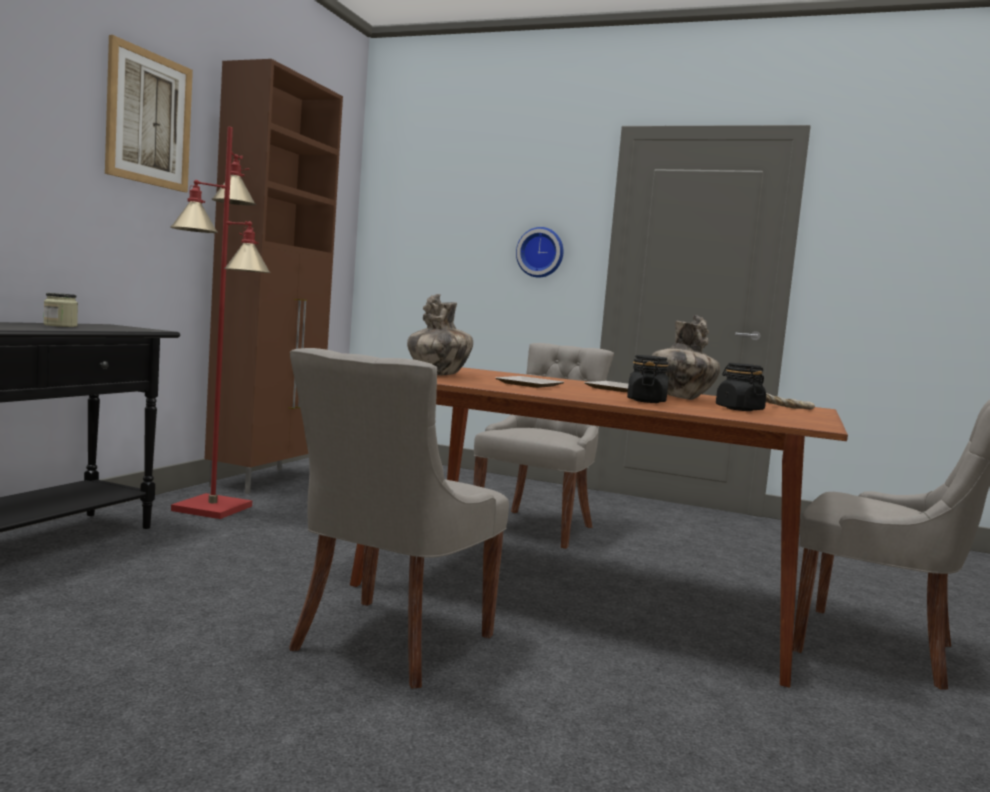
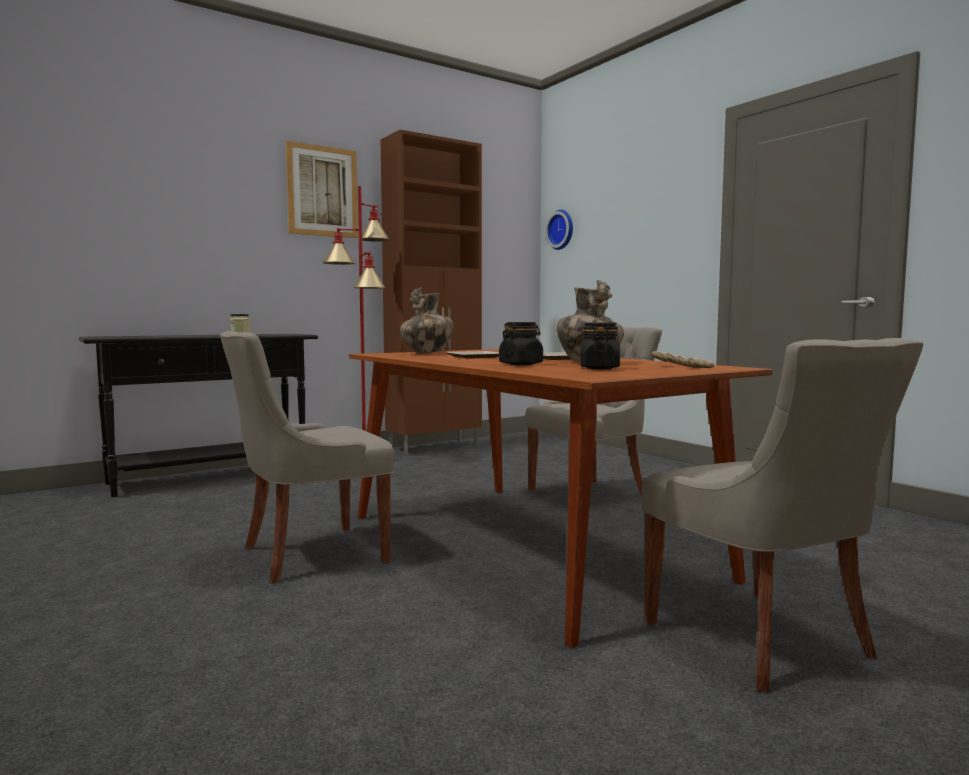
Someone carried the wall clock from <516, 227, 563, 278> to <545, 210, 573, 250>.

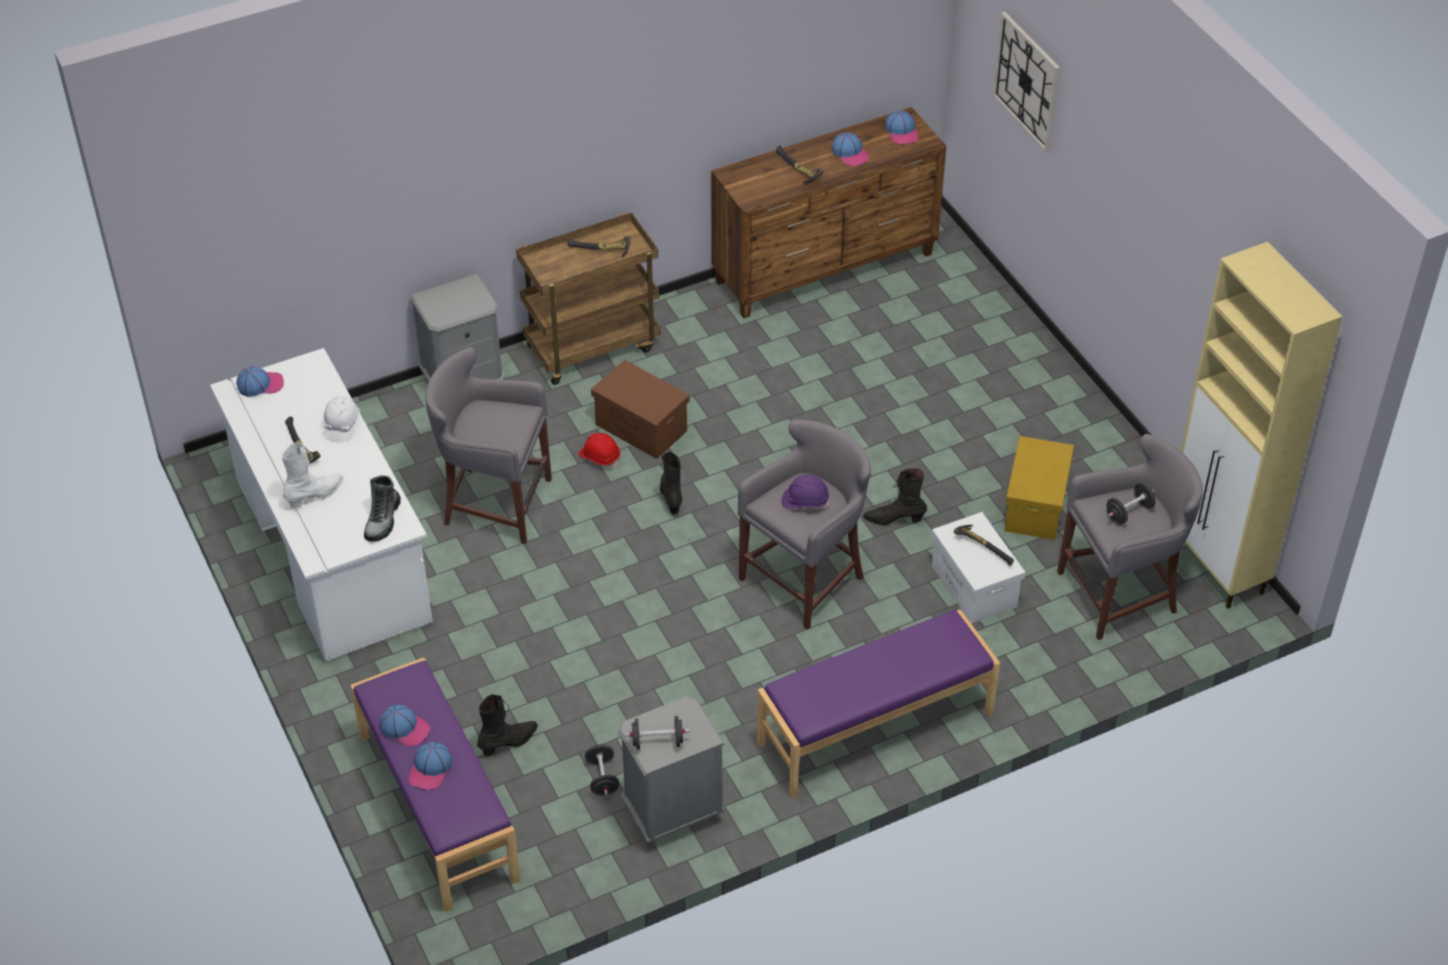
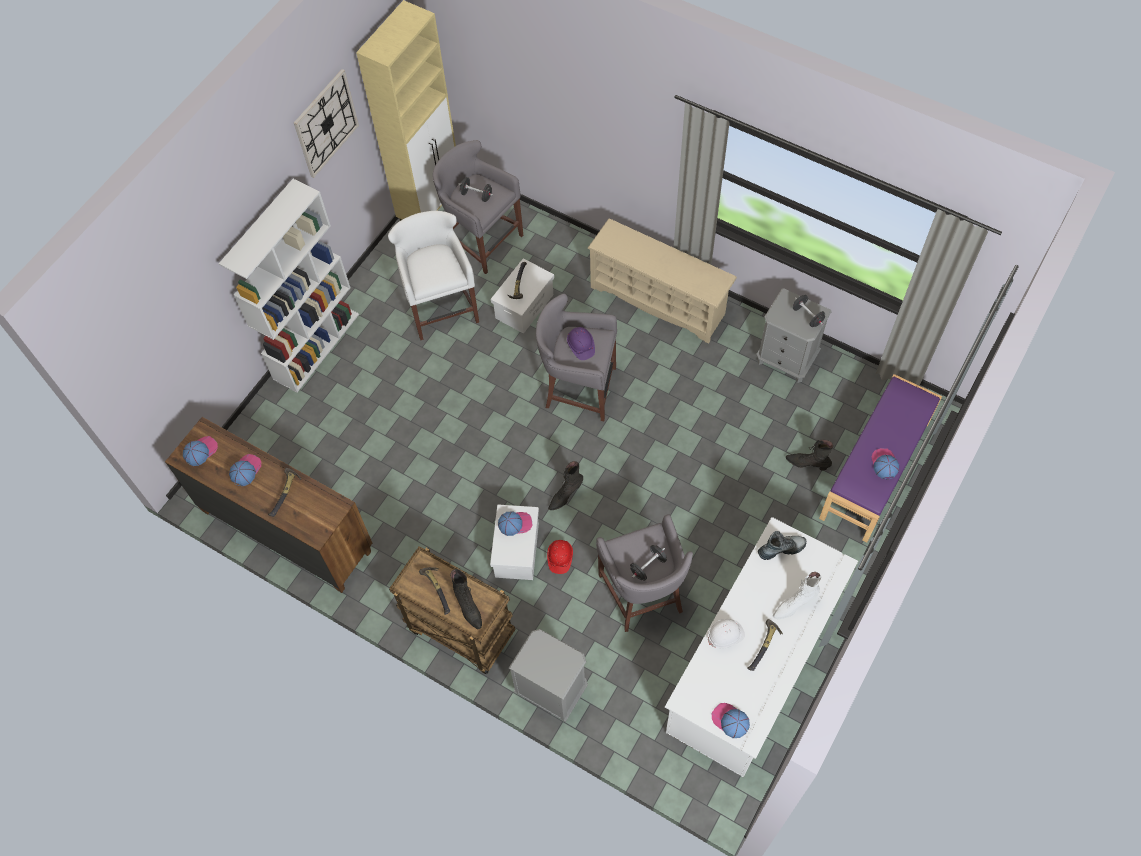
Someone rotated the boot (white) at <282, 443, 343, 509> by 45 degrees counterclockwise. Someone carried the cap from <409, 742, 452, 790> to <498, 511, 532, 536>. Someone carried the dumbbell (black) from <585, 744, 620, 796> to <630, 545, 667, 581>. Someone repainted the storage box (brown) at <591, 360, 690, 459>, which became the storage box (white) at <490, 504, 539, 580>. Someone swapped the bench (purple) at <757, 609, 1000, 798> for the shoe rack (beige) at <587, 219, 737, 344>. Someone carried the boot (black) from <863, 468, 927, 525> to <450, 569, 482, 629>. Someone carried the wall clock from <992, 12, 1060, 152> to <294, 69, 359, 178>. Someone swapped the storage box (yellow) at <1004, 436, 1074, 540> for the stool (white) at <388, 211, 479, 340>. Someone put down the bookcase (white) at <219, 179, 359, 392>.

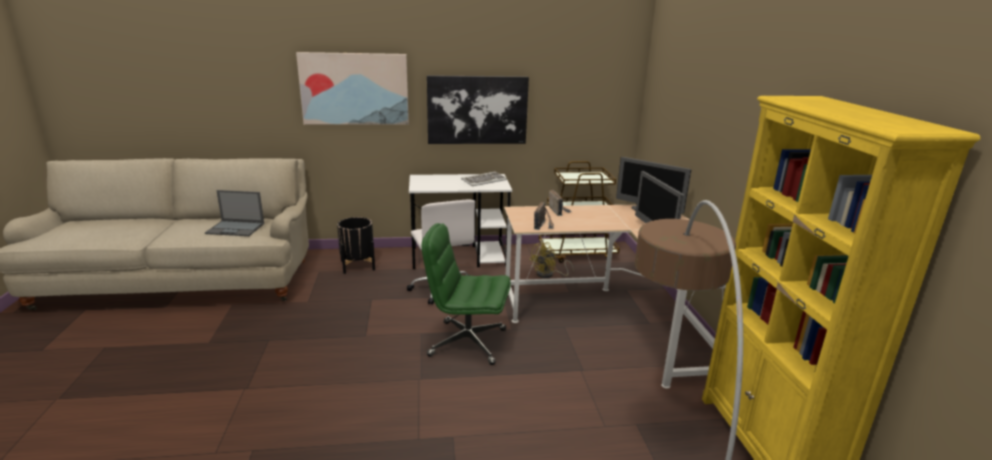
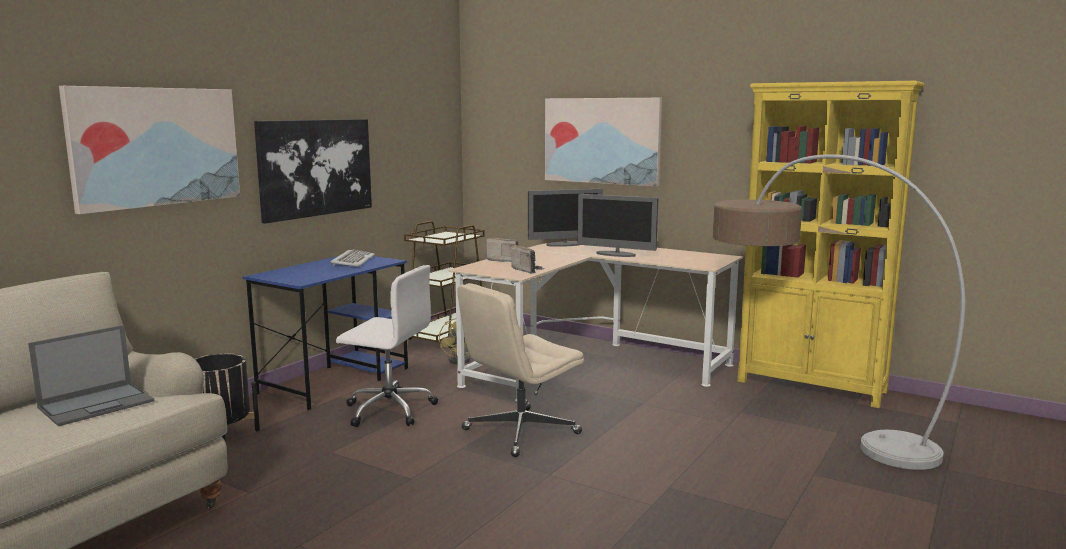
Someone repainted the desk (white) at <409, 174, 512, 269>, which became the desk (blue) at <243, 256, 408, 410>. Someone repainted the office chair (green) at <422, 223, 511, 365>, which became the office chair (beige) at <457, 283, 584, 457>. Someone put up the picture at <545, 98, 662, 187>.

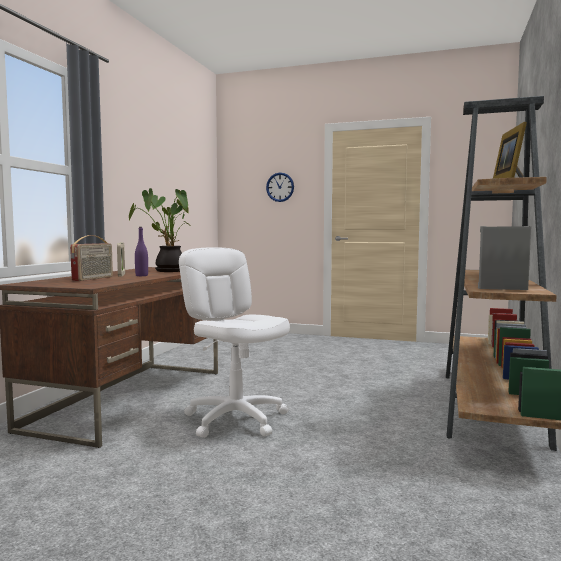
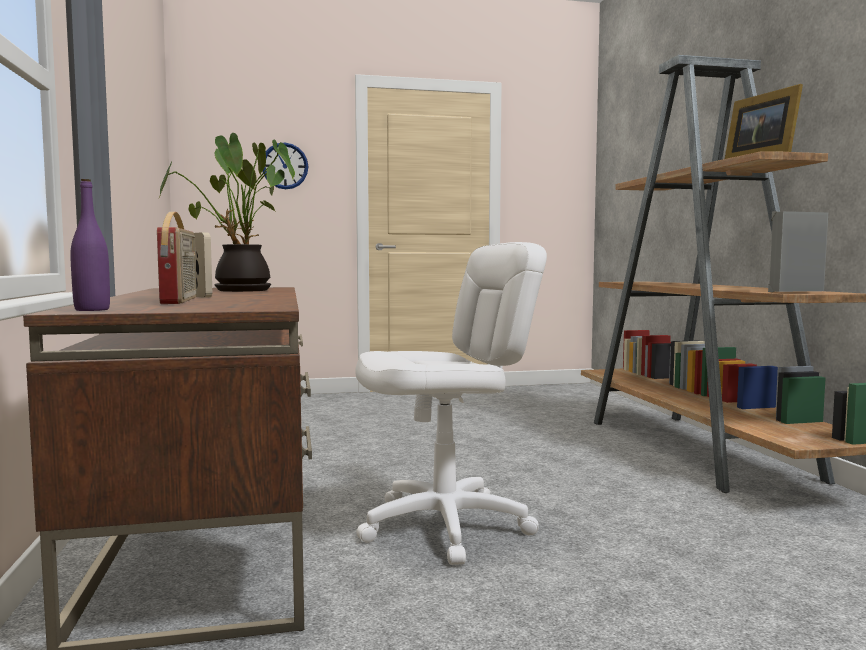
Someone carried the bottle (purple) from <135, 227, 148, 276> to <70, 179, 110, 311>. Someone rotated the office chair (white) at <179, 247, 290, 438> by 135 degrees clockwise.

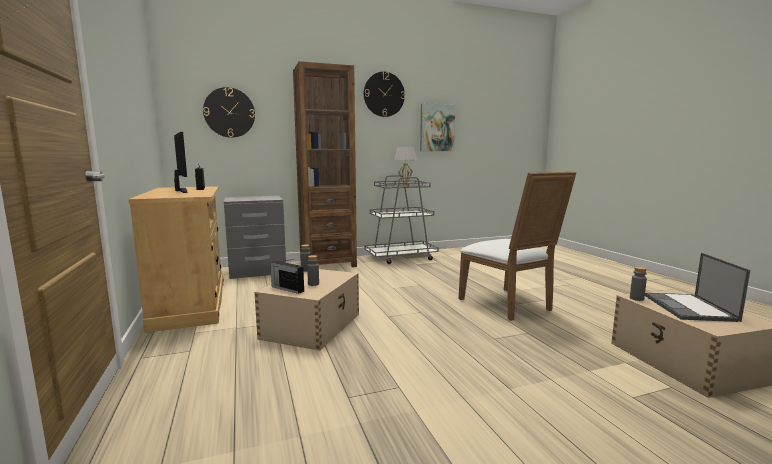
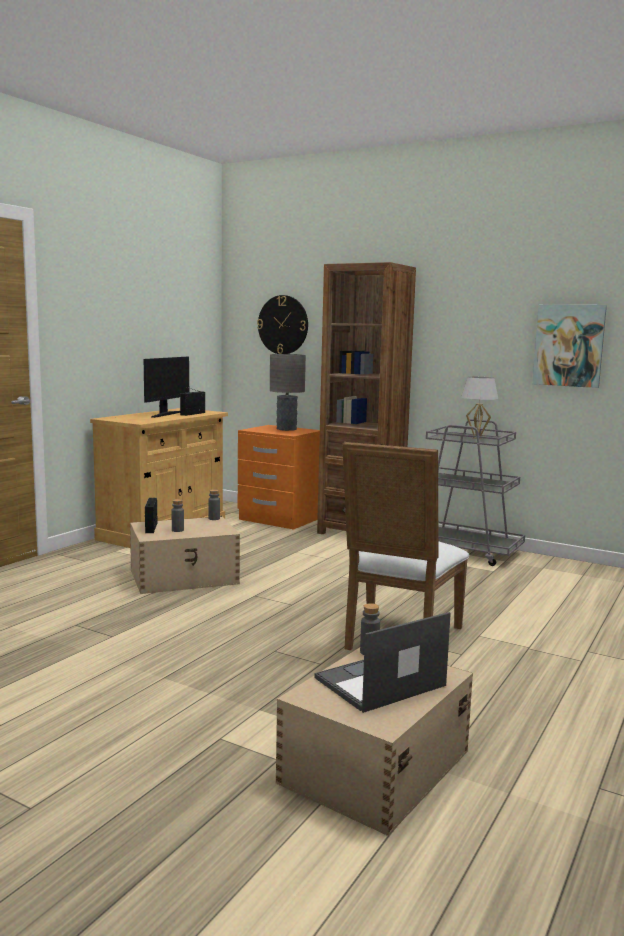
Someone repainted the nightstand (grey) at <224, 196, 286, 279>, which became the nightstand (orange) at <238, 425, 320, 530>. Someone took away the wall clock at <364, 72, 405, 117>. Someone put down the table lamp (grey) at <270, 354, 306, 431>.

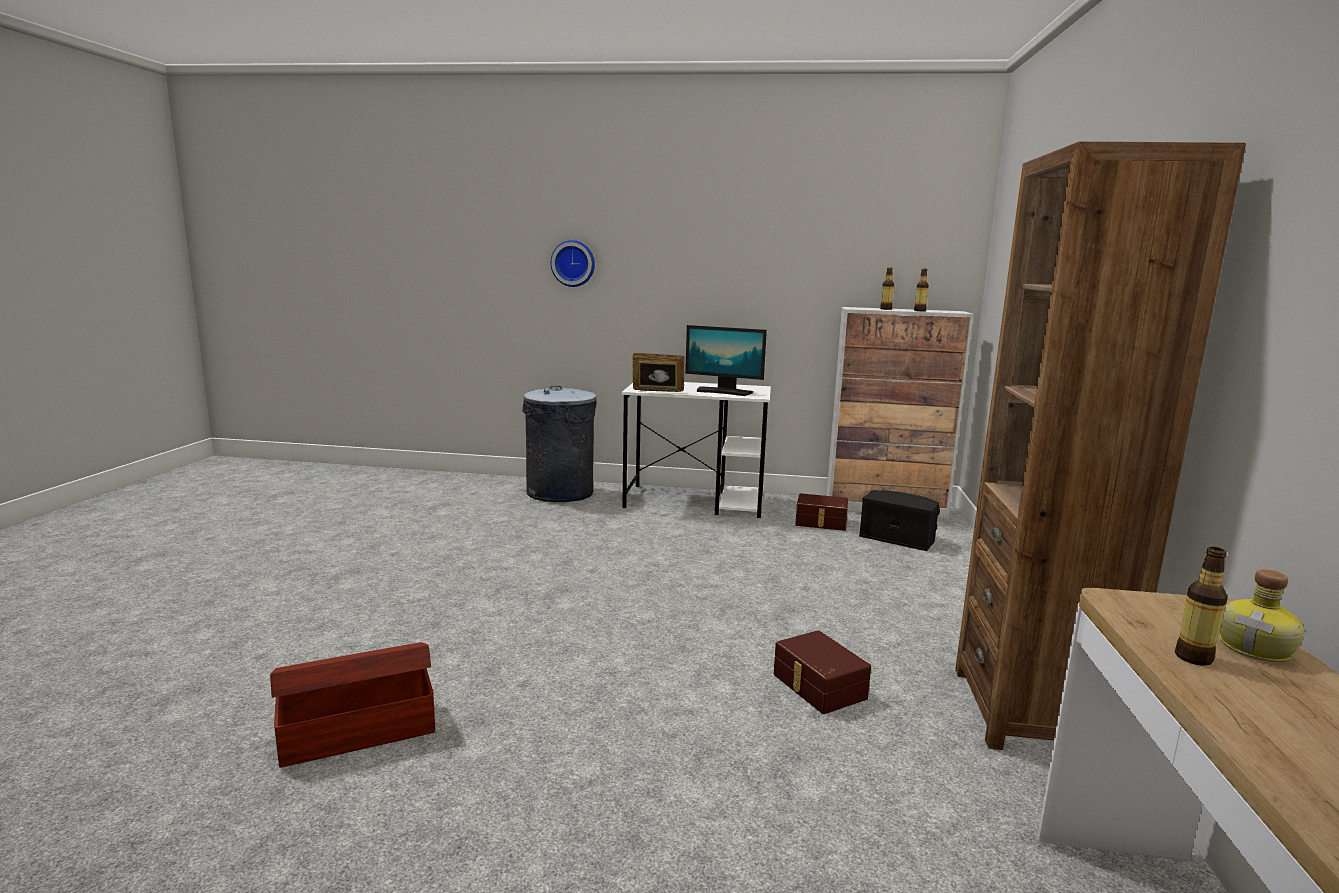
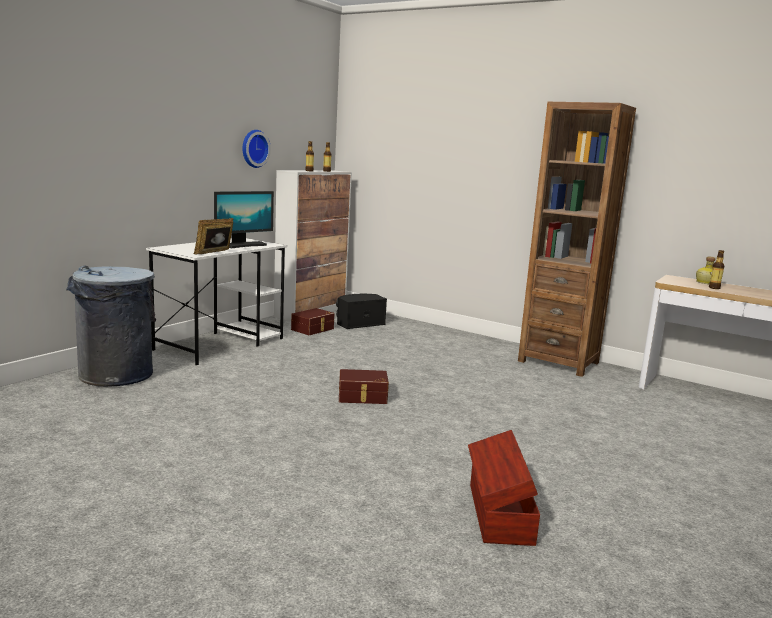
Someone carried the wall clock from <550, 240, 595, 287> to <242, 130, 271, 168>. Someone carried the storage box (brown) from <774, 630, 871, 714> to <339, 369, 389, 404>.

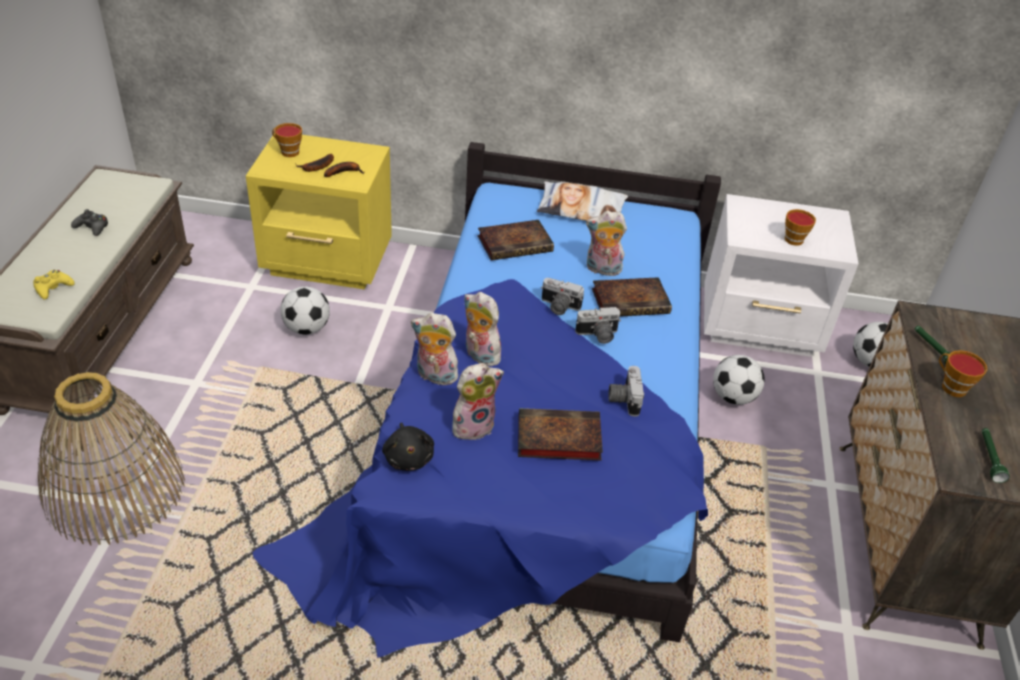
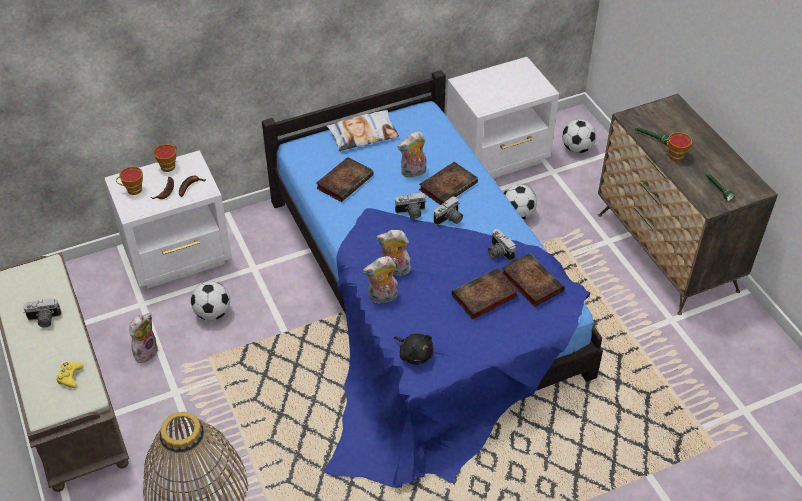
Someone swapped the game controller (black) at <71, 209, 108, 236> for the photo camera at <23, 298, 61, 328>. Someone repainted the nightstand (yellow) at <246, 133, 392, 289>, which became the nightstand (white) at <104, 150, 232, 289>. Someone carried the plush toy from <452, 363, 504, 443> to <129, 313, 158, 363>. Someone carried the cup from <785, 209, 816, 246> to <154, 144, 177, 172>. Someone put down the book at <502, 253, 564, 307>.

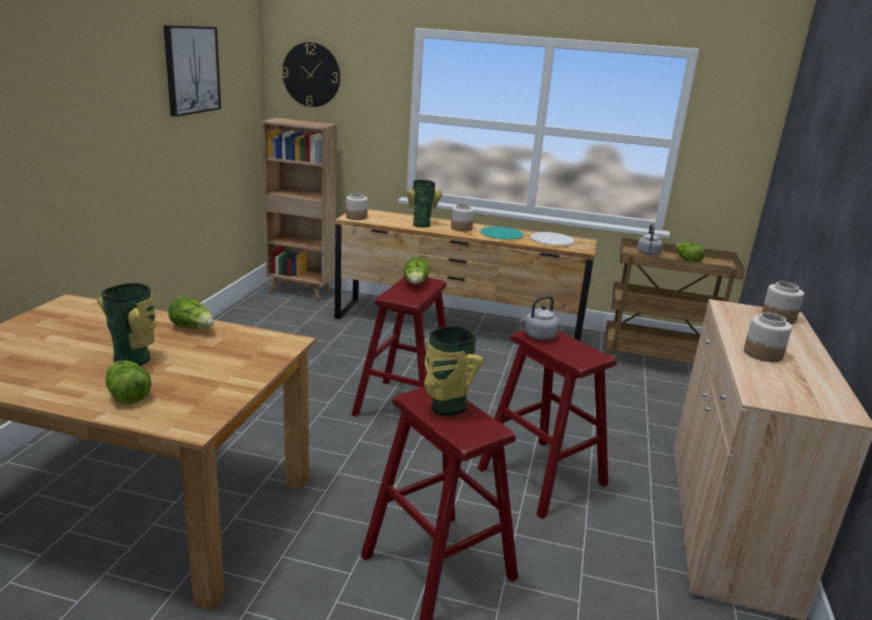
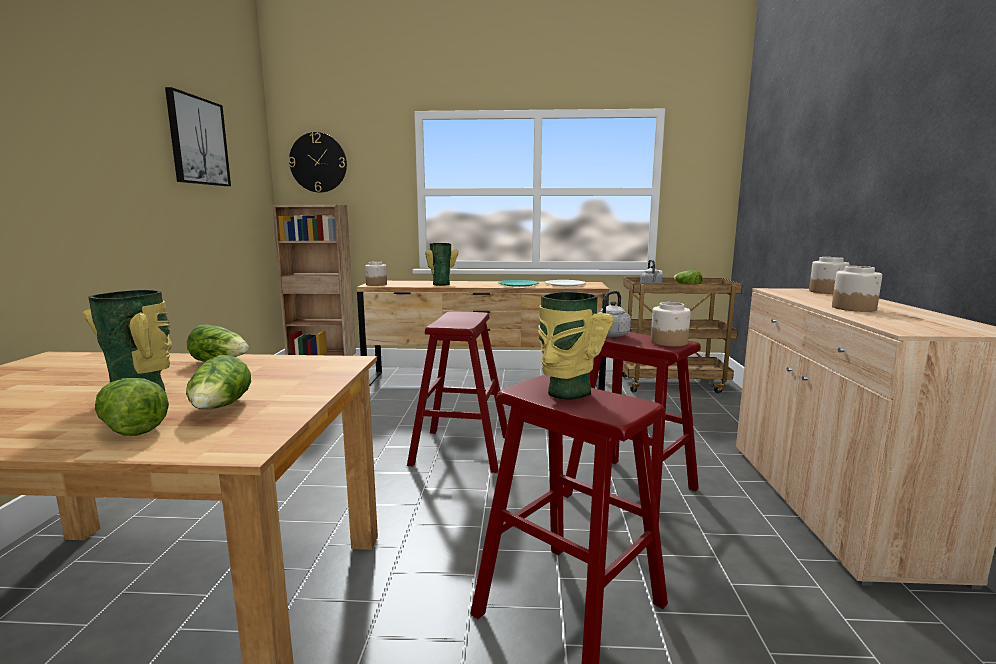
Someone carried the lettuce from <404, 257, 429, 284> to <186, 355, 251, 409>. Someone carried the jar from <451, 204, 474, 231> to <651, 302, 691, 346>.

